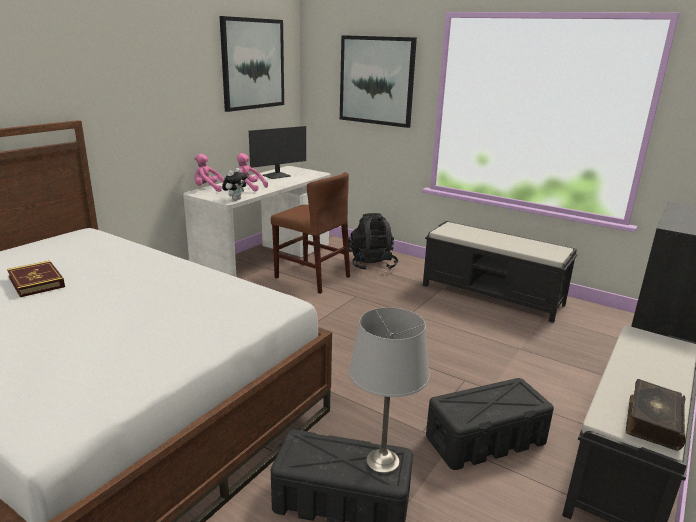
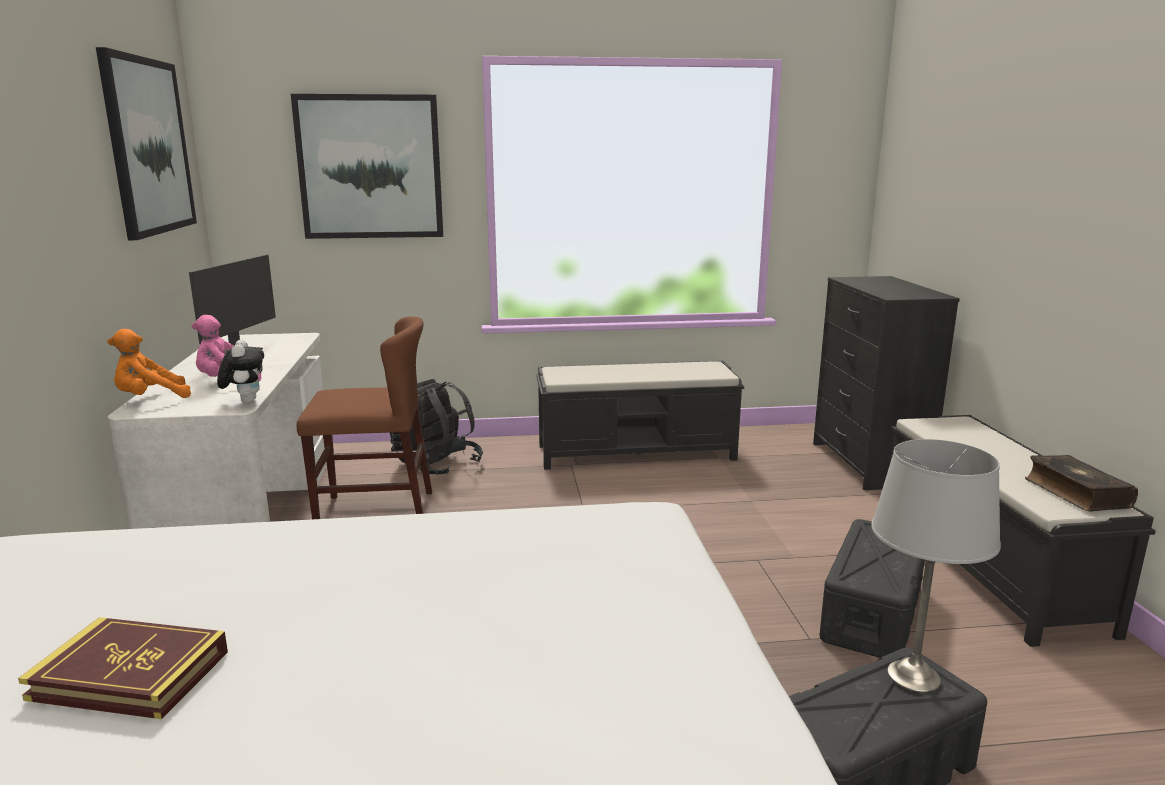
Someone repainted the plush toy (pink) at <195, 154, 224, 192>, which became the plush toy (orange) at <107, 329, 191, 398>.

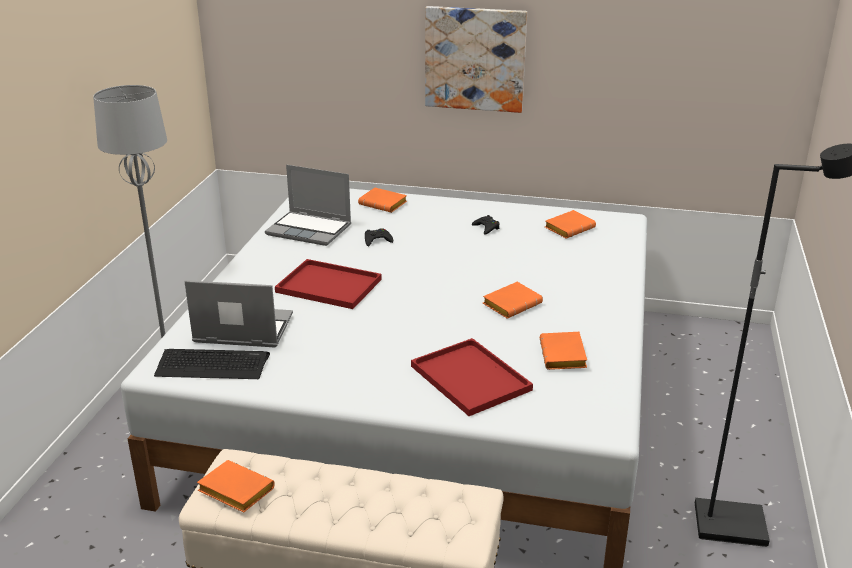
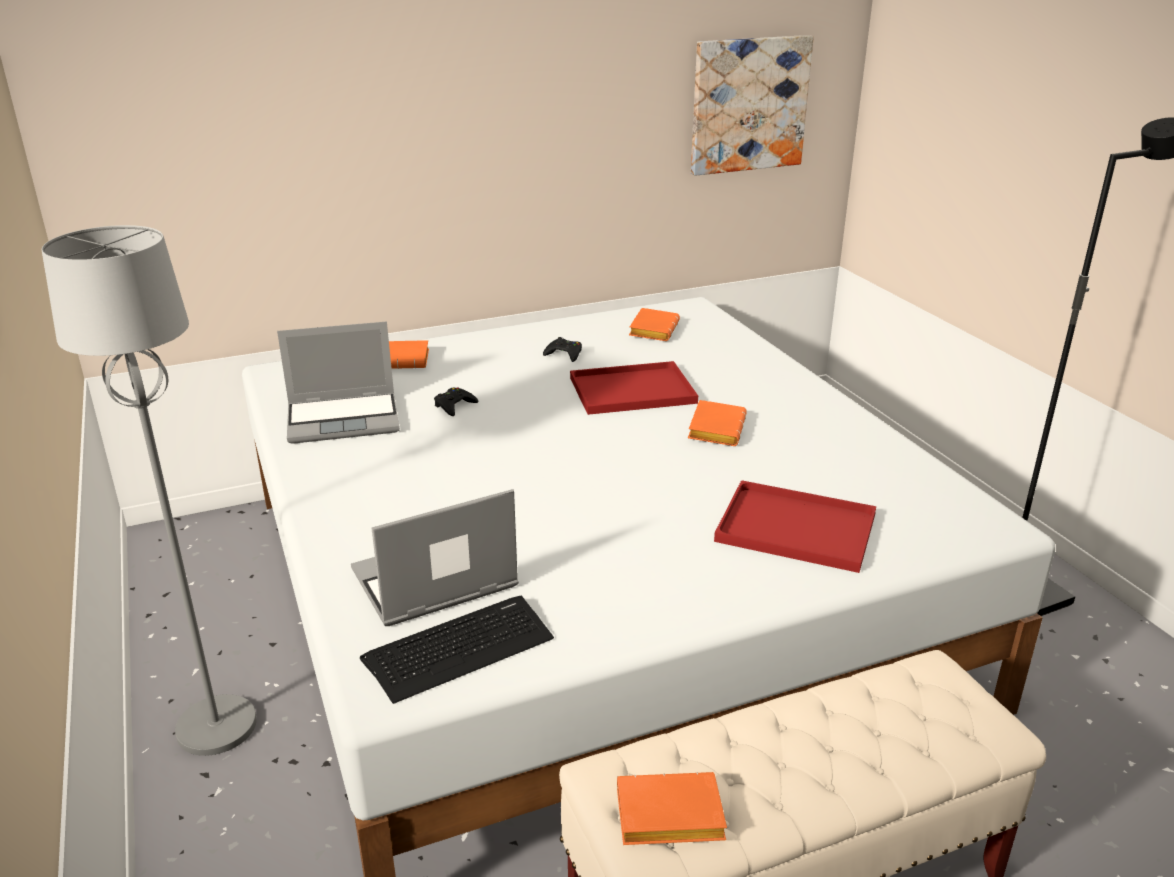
Someone carried the tray (red) from <275, 259, 382, 309> to <570, 361, 698, 415>. Someone carried the picture from <425, 6, 527, 113> to <691, 35, 814, 176>. Someone took away the book (orange) at <540, 332, 587, 370>.

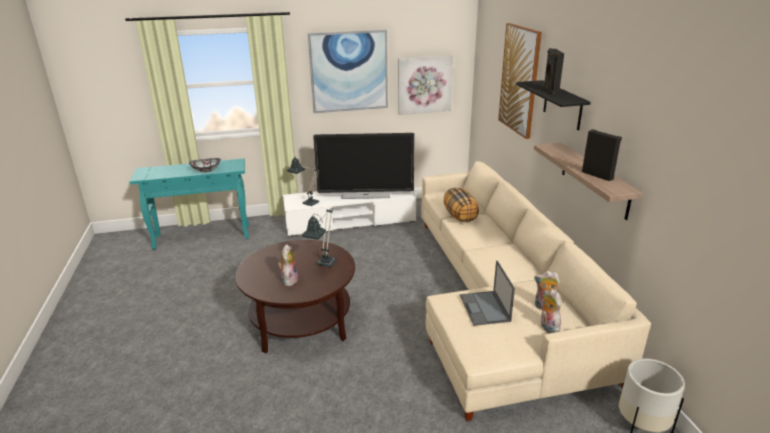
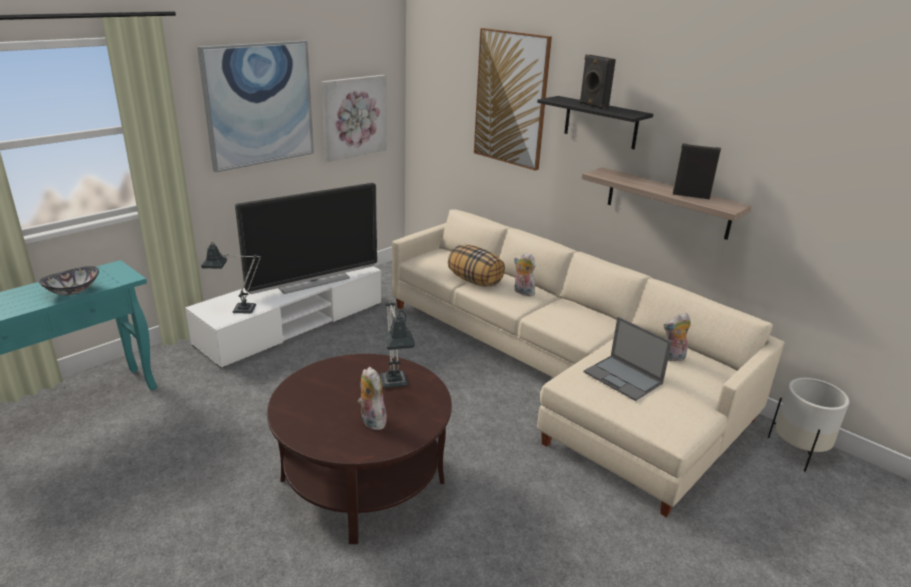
Someone carried the plush toy from <541, 289, 561, 333> to <514, 253, 535, 296>.

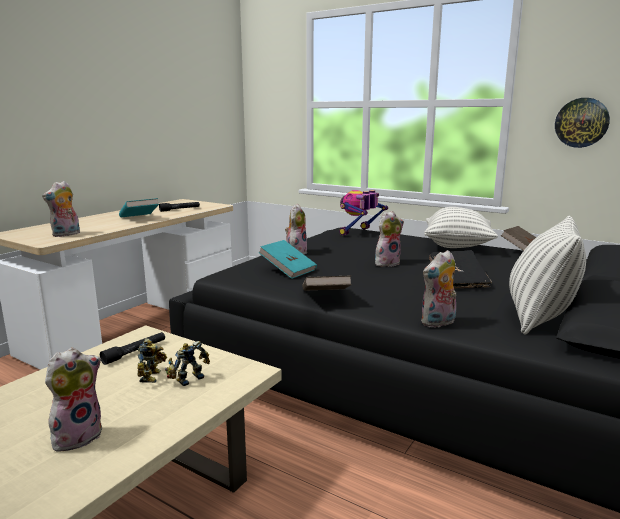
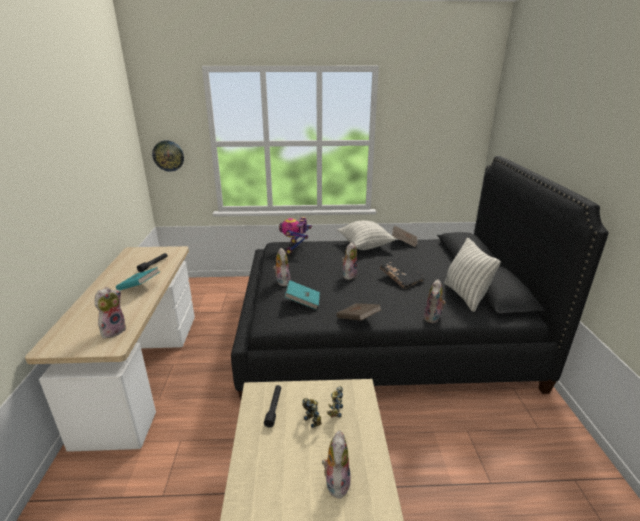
Someone rotated the plush toy at <42, 181, 80, 237> by 150 degrees counterclockwise. Someone carried the wall clock from <555, 98, 610, 148> to <152, 141, 184, 172>.

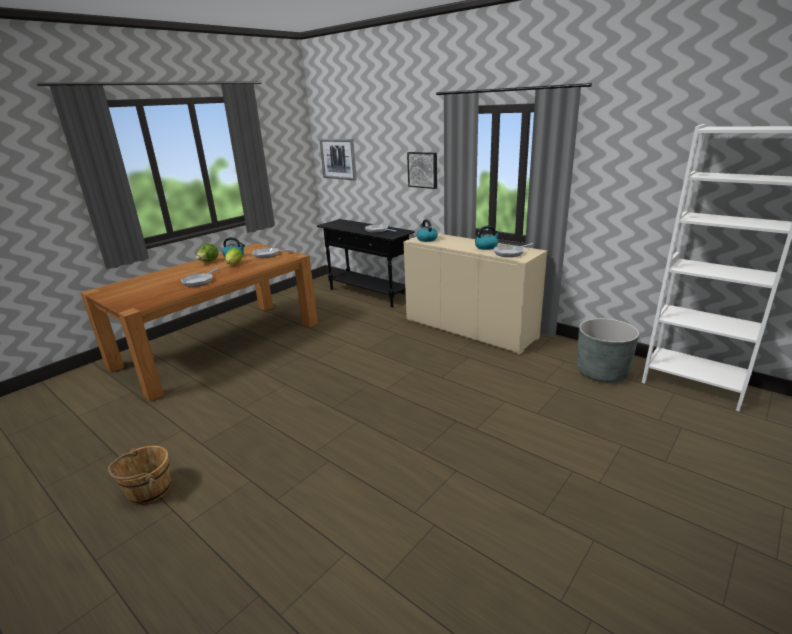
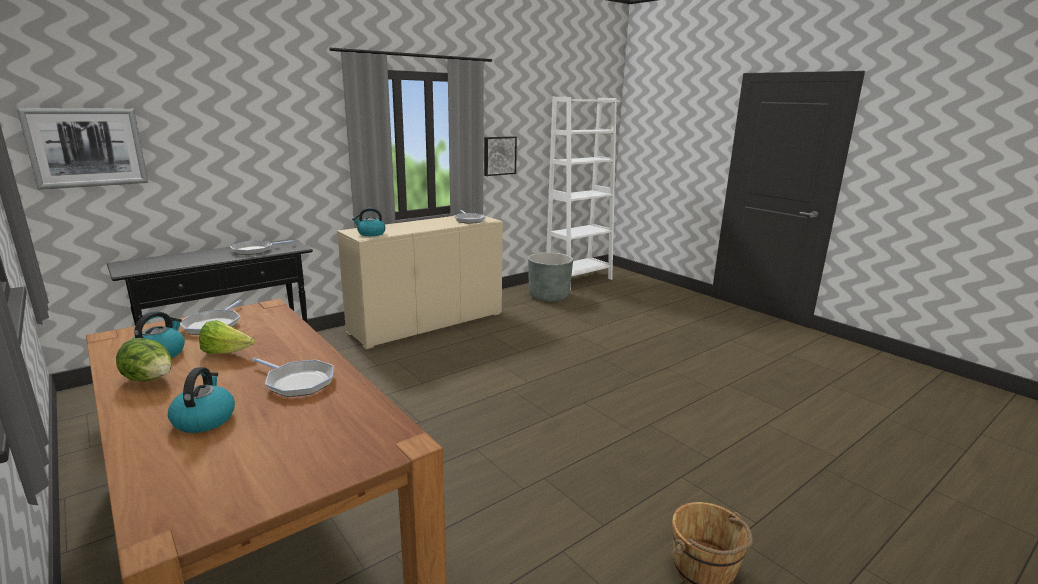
Someone carried the picture from <407, 152, 437, 189> to <484, 136, 517, 176>. Someone carried the kettle from <475, 226, 500, 250> to <168, 367, 235, 433>.

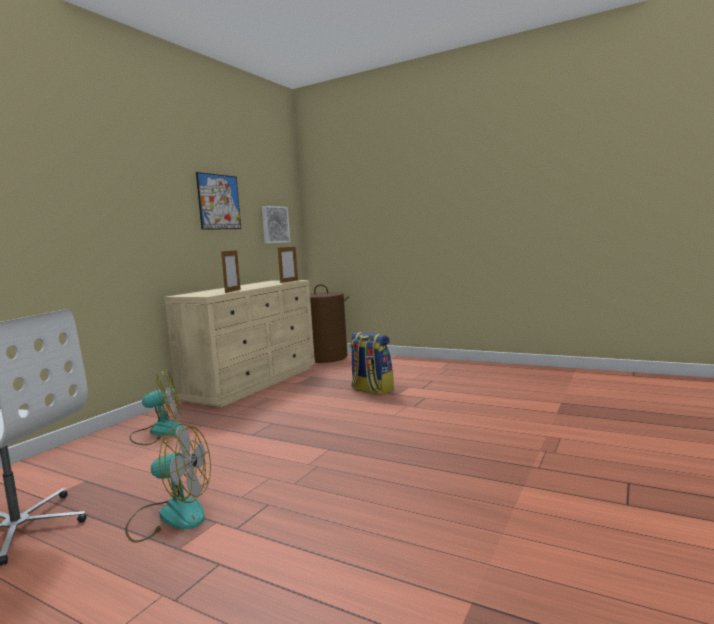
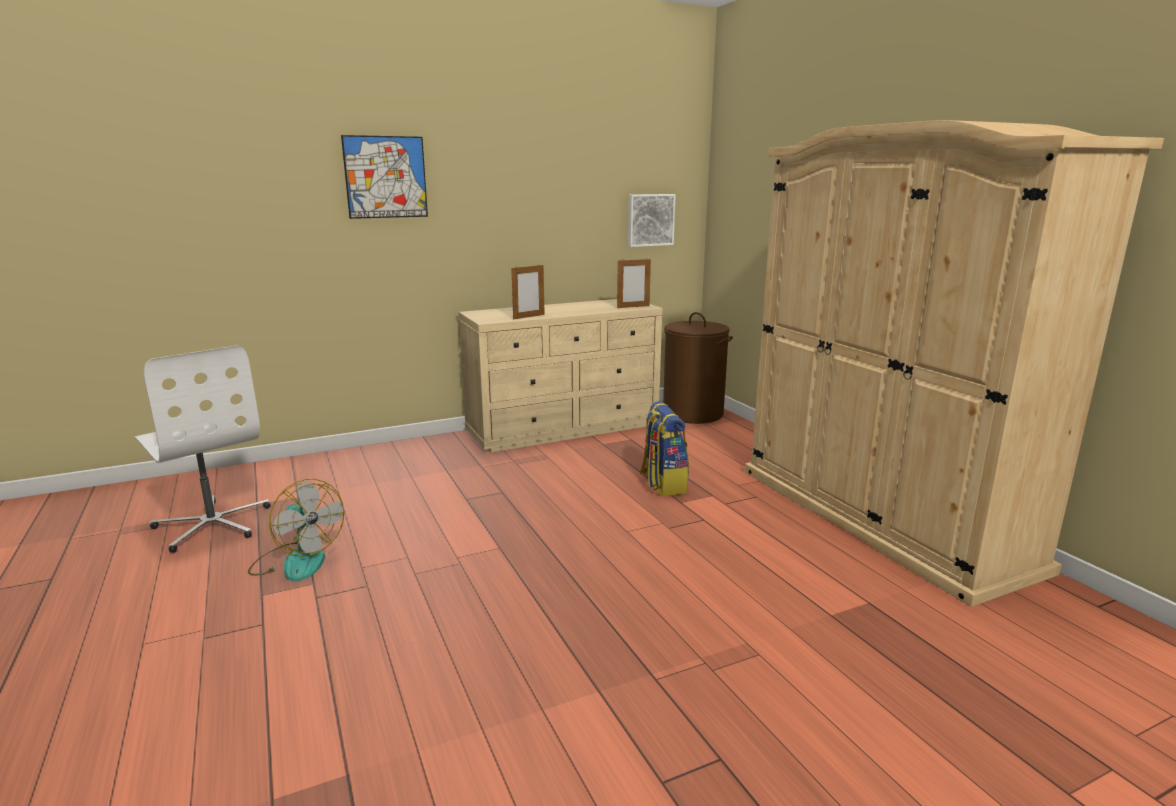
Someone took away the fan at <129, 370, 186, 445>. Someone carried the picture from <196, 172, 241, 230> to <341, 135, 428, 219>. Someone put down the wardrobe (beige) at <745, 120, 1164, 607>.

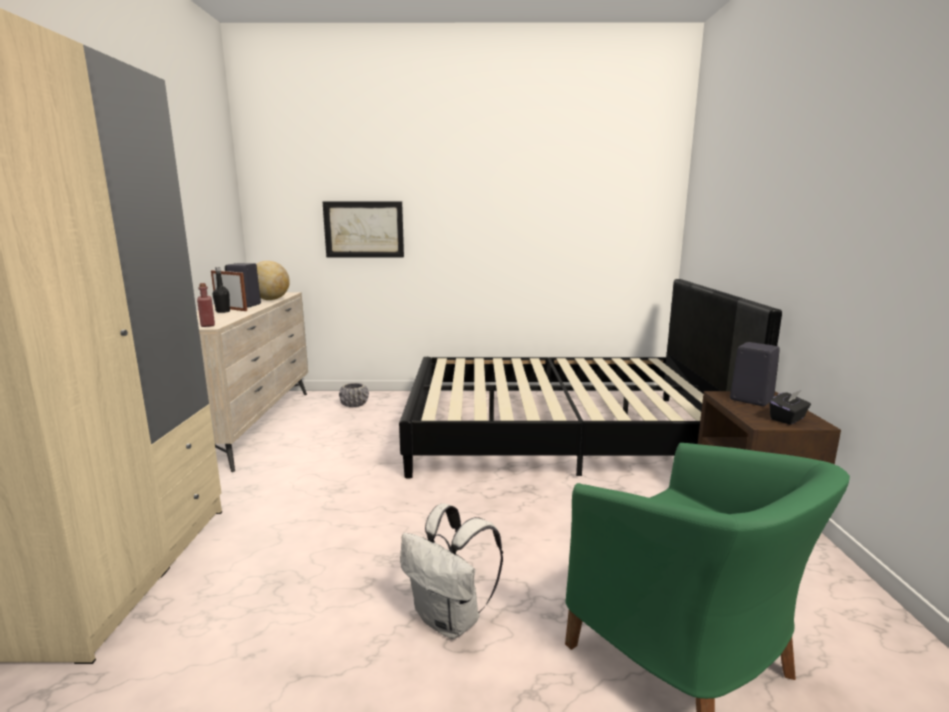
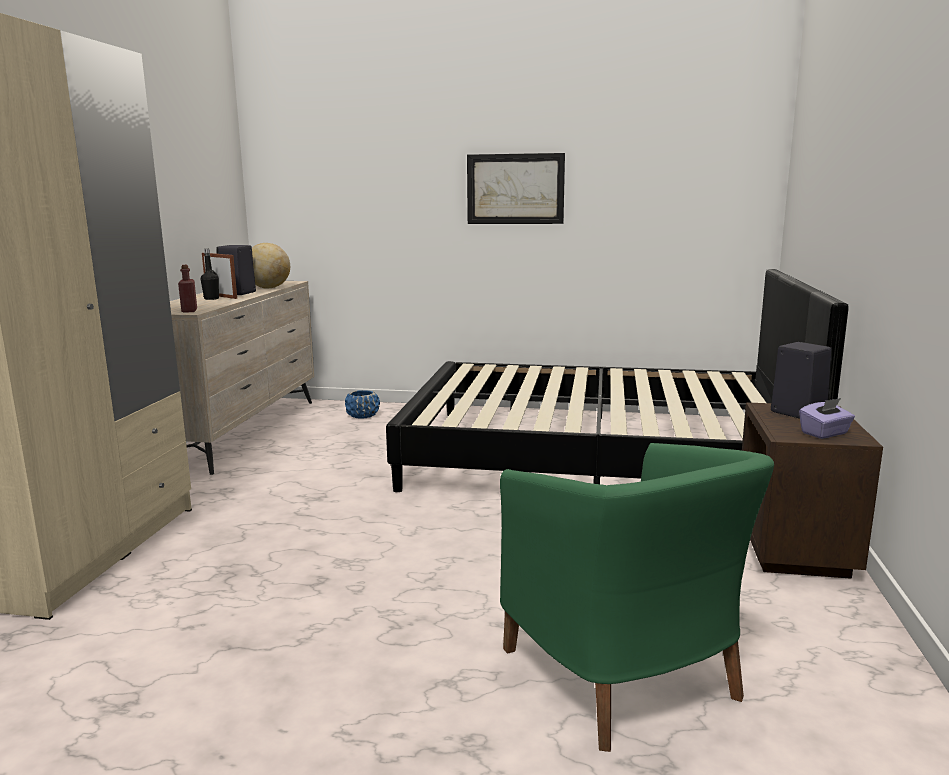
Someone carried the picture from <322, 201, 404, 258> to <467, 153, 565, 224>. Someone repainted the planter (grey) at <339, 383, 369, 407>, which became the planter (blue) at <345, 390, 380, 419>. Someone took away the backpack (white) at <400, 503, 503, 639>. Someone repainted the tissue box (black) at <770, 390, 811, 425>, which became the tissue box (purple) at <799, 398, 855, 439>.

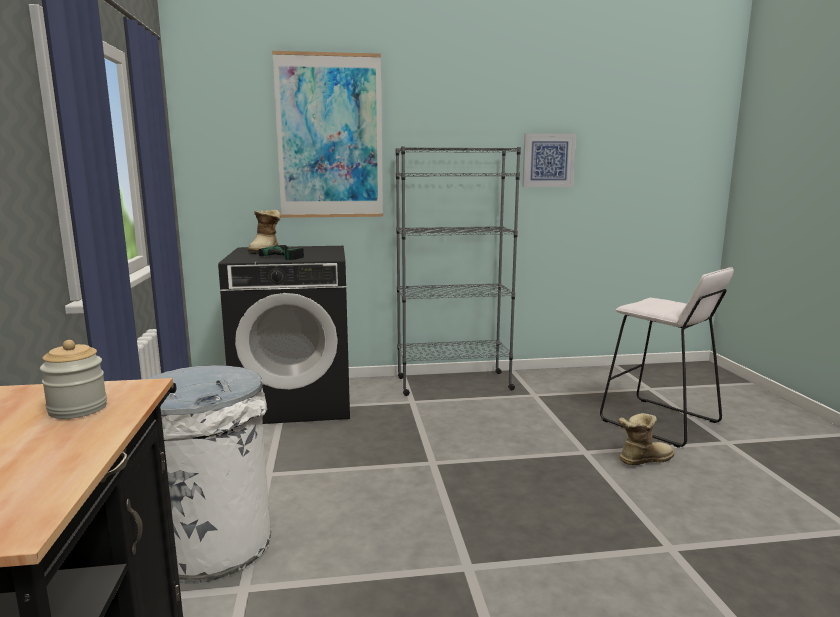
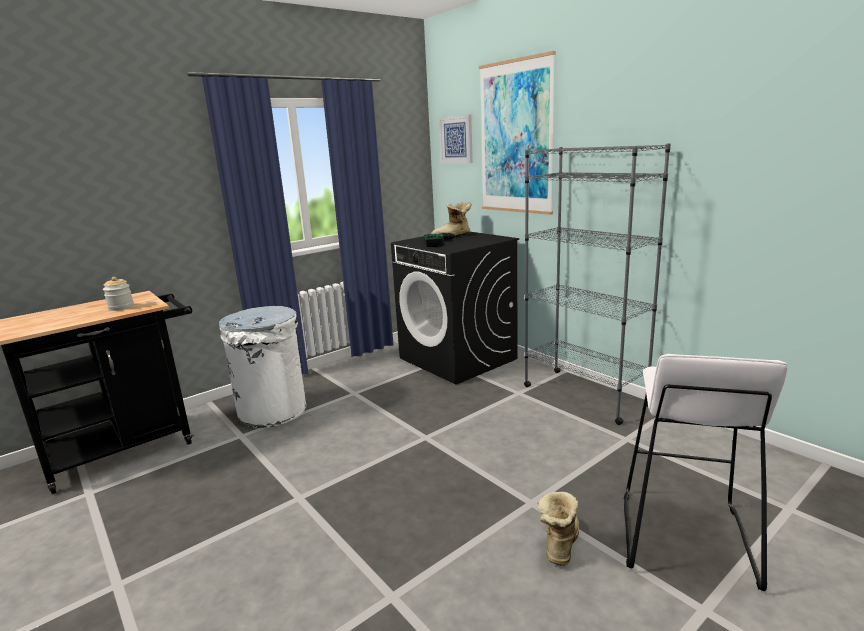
Someone carried the picture from <522, 133, 576, 187> to <439, 115, 473, 163>. Someone rotated the boot at <618, 413, 675, 465> by 105 degrees counterclockwise.

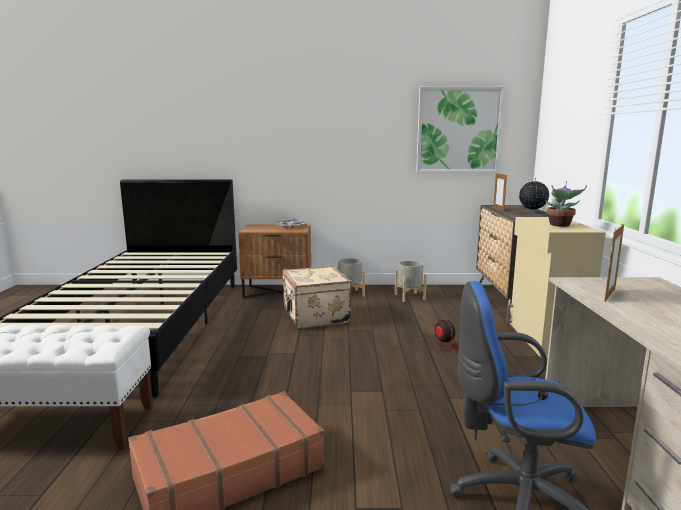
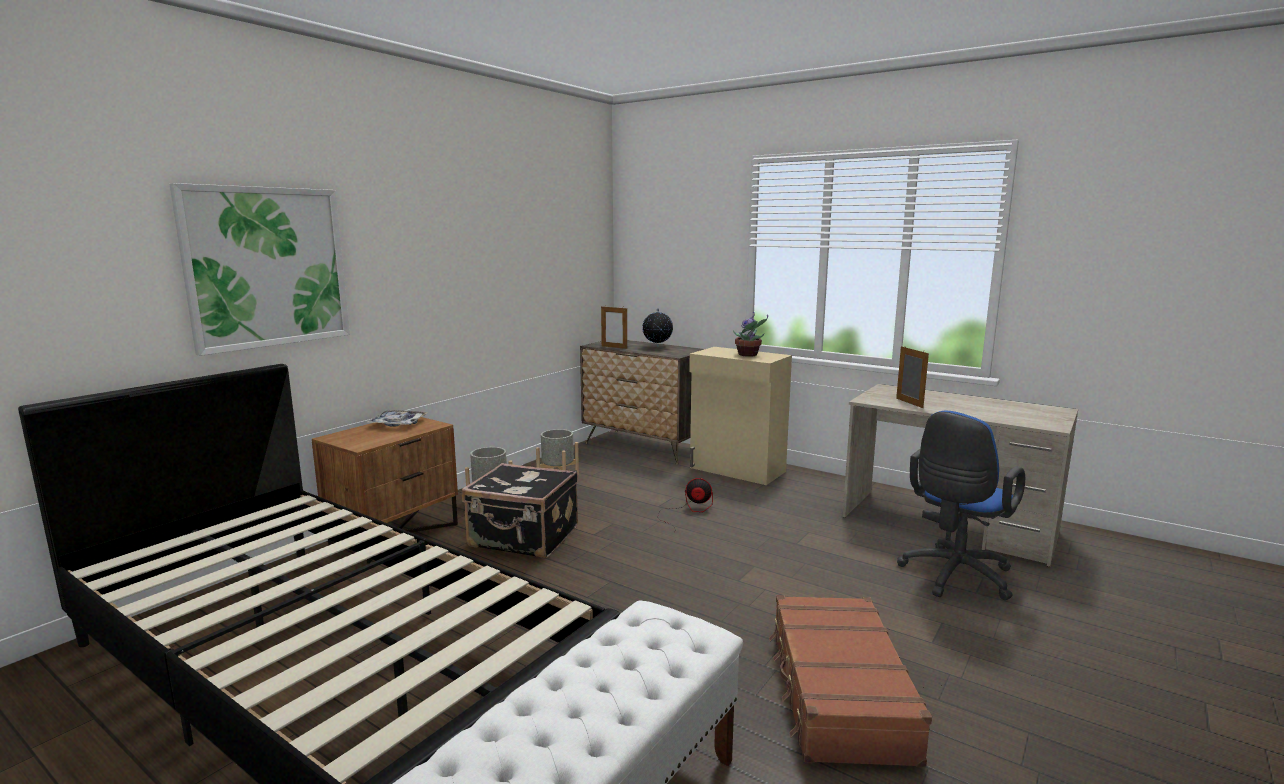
Someone repainted the suitcase (beige) at <282, 266, 352, 329>, which became the suitcase (black) at <462, 463, 578, 558>. Someone carried the picture from <416, 87, 505, 173> to <170, 183, 350, 356>.

